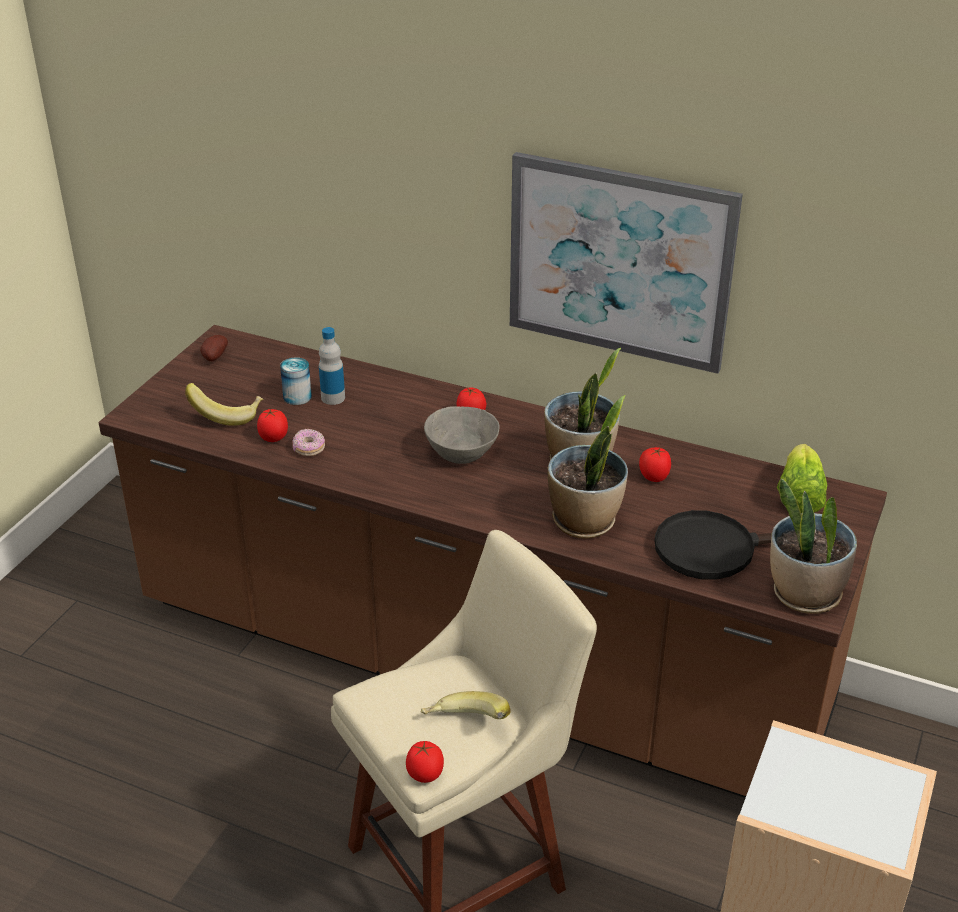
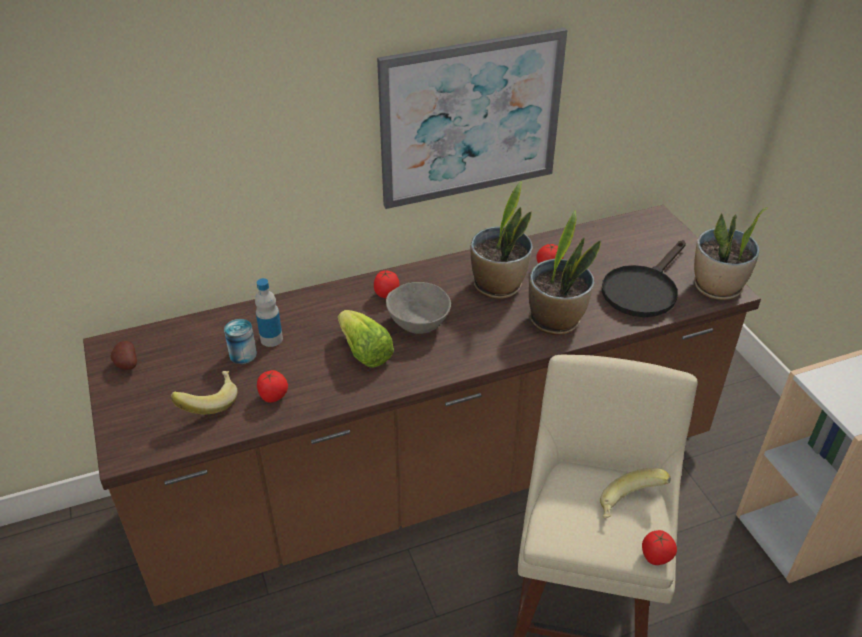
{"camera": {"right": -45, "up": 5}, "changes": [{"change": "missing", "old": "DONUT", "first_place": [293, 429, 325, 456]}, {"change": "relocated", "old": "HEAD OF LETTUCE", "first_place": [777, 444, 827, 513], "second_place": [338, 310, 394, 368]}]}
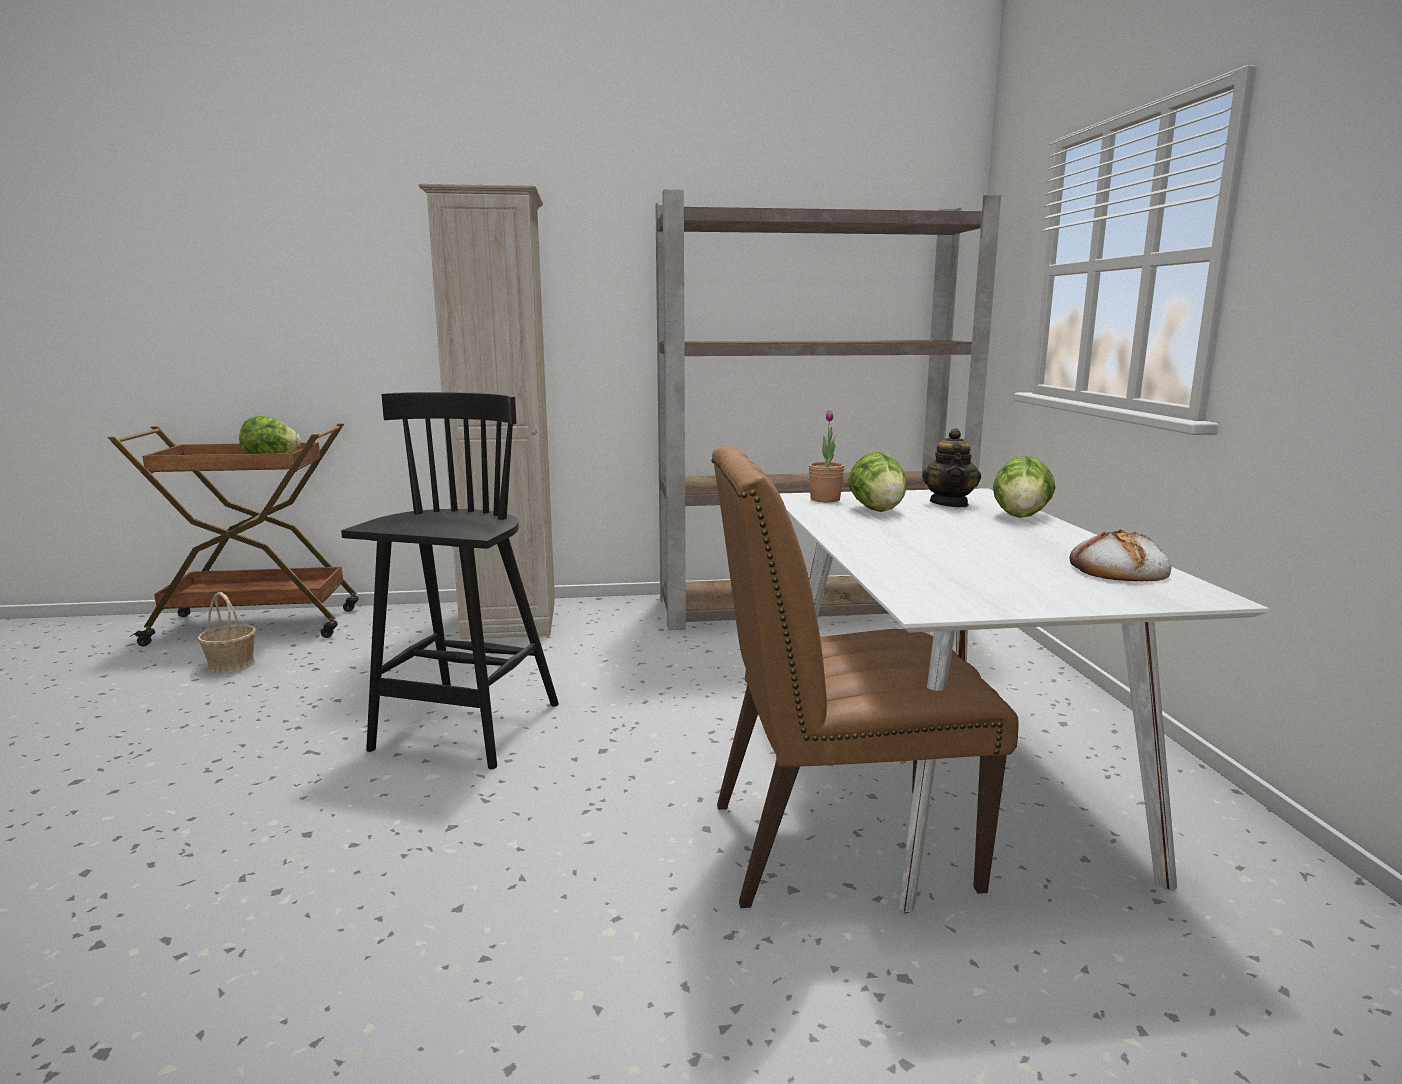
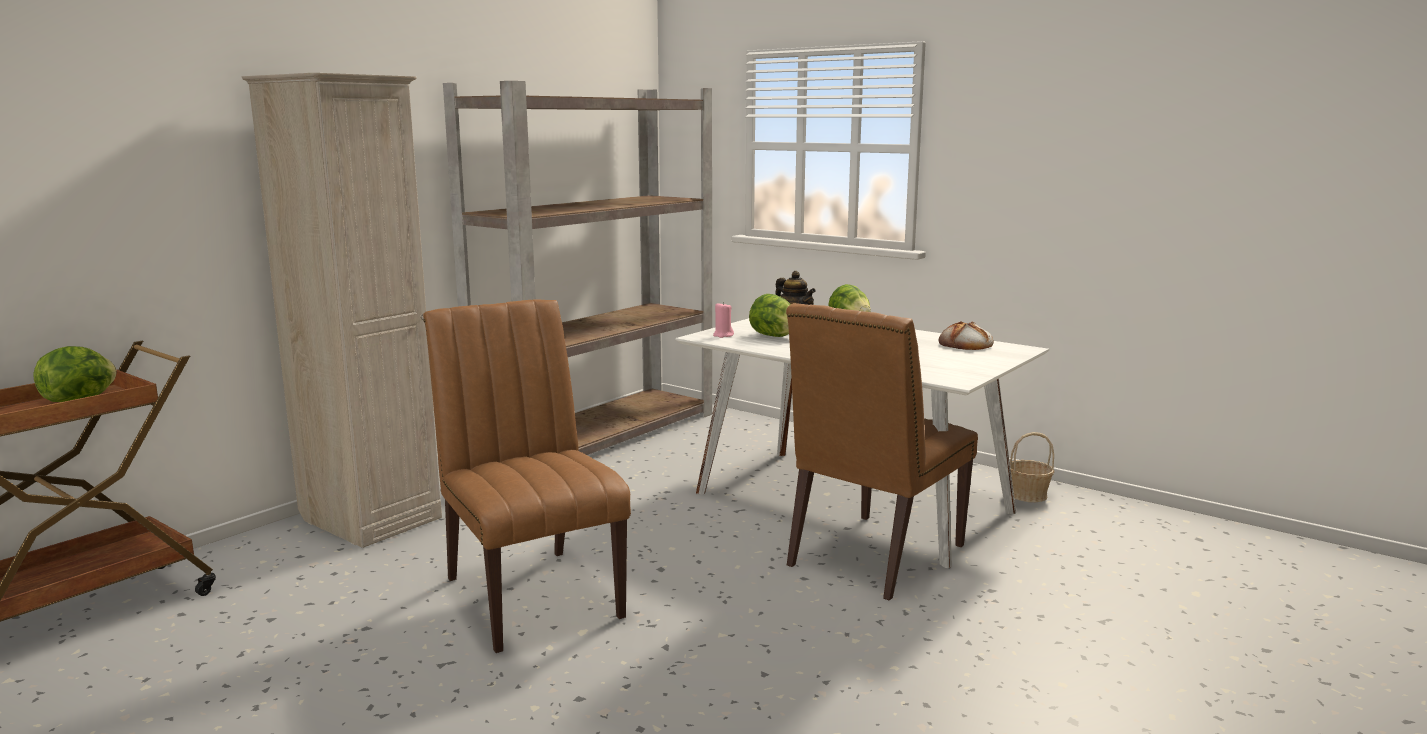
{"camera": {"right": -45, "up": 0}, "changes": [{"change": "relocated", "old": "BASKET", "first_place": [197, 592, 256, 673], "second_place": [1010, 432, 1055, 502]}, {"change": "exchanged", "old": "BLACK STOOL SEAT", "new": "BROWN PLAIN CHAIR", "first_place": [341, 392, 559, 769], "second_place": [423, 300, 631, 653]}, {"change": "exchanged", "old": "POTTED PLANT", "new": "PINK WAX LIGHT", "first_place": [809, 411, 844, 502], "second_place": [713, 302, 734, 338]}]}
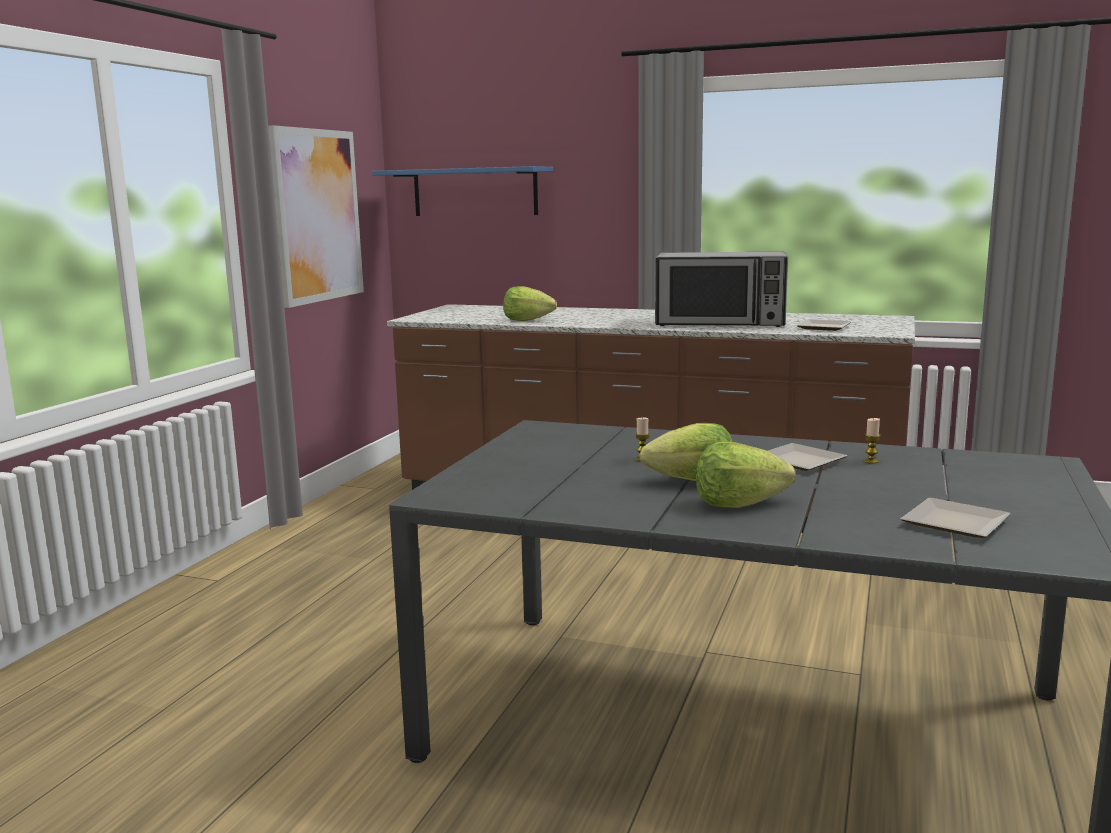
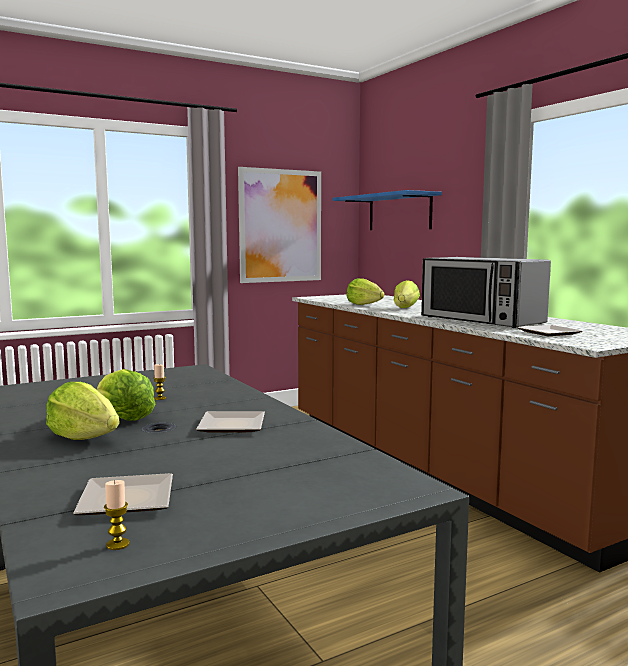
{"camera": {"right": 40, "up": -5}, "changes": [{"change": "relocated", "old": "WAX LIGHT", "first_place": [863, 418, 880, 464], "second_place": [104, 480, 130, 550]}, {"change": "appeared", "new": "HEAD OF LETTUCE", "second_place": [394, 280, 420, 308]}]}
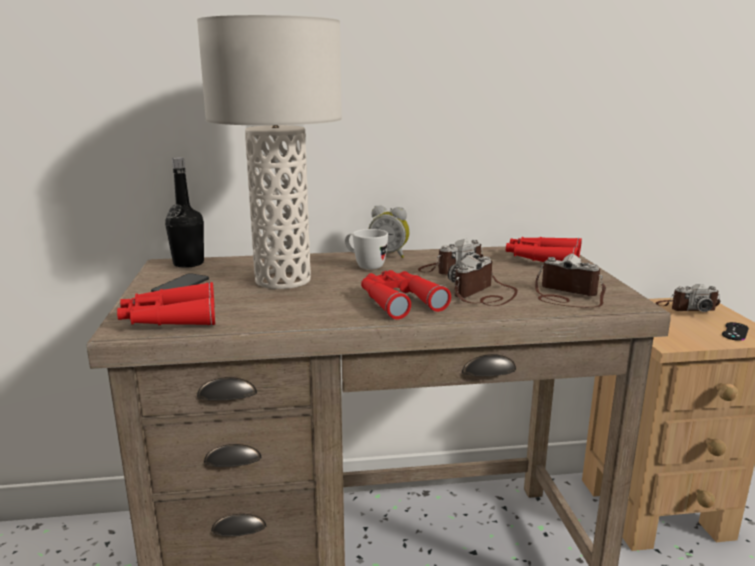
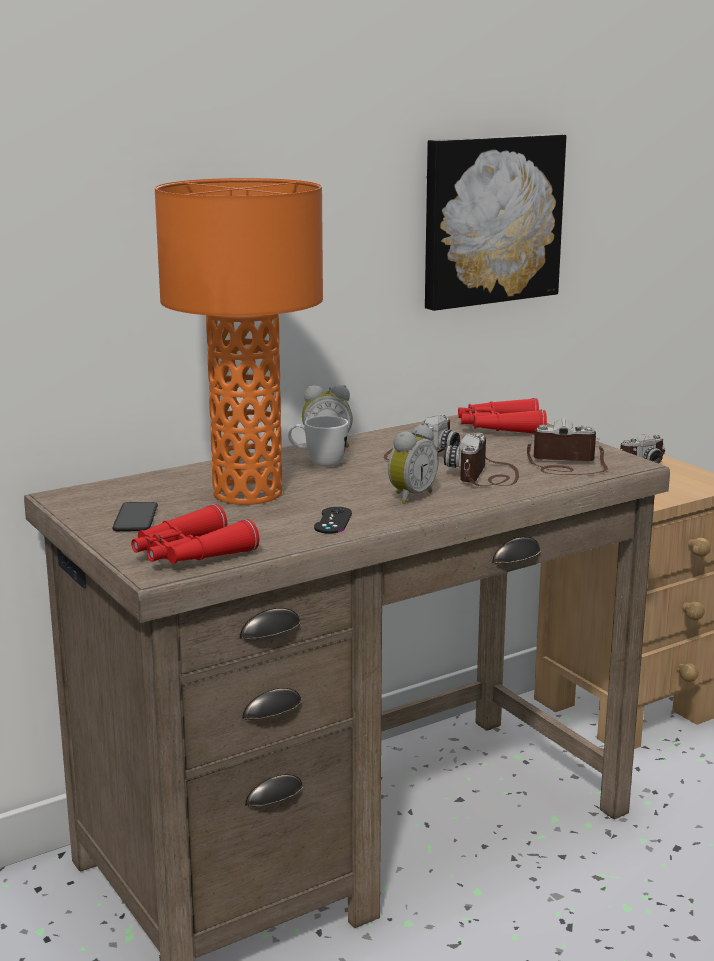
{"camera": {"right": -25, "up": 0}, "changes": [{"change": "missing", "old": "BLACK BEVERAGE BOTTLE", "first_place": [165, 157, 204, 268]}, {"change": "colour", "old": "WHITE TABLE LAMP", "new": "ORANGE TABLE LAMP", "first_place": [197, 15, 342, 289], "second_place": [155, 178, 323, 505]}, {"change": "exchanged", "old": "REDDISH PAIR OF BINOCULARS", "new": "ALARM CLOCK", "first_place": [361, 270, 451, 320], "second_place": [388, 425, 439, 504]}, {"change": "relocated", "old": "BLACK GAMEPAD", "first_place": [722, 322, 749, 341], "second_place": [314, 507, 352, 534]}, {"change": "appeared", "new": "PICTURE", "second_place": [425, 134, 566, 311]}]}
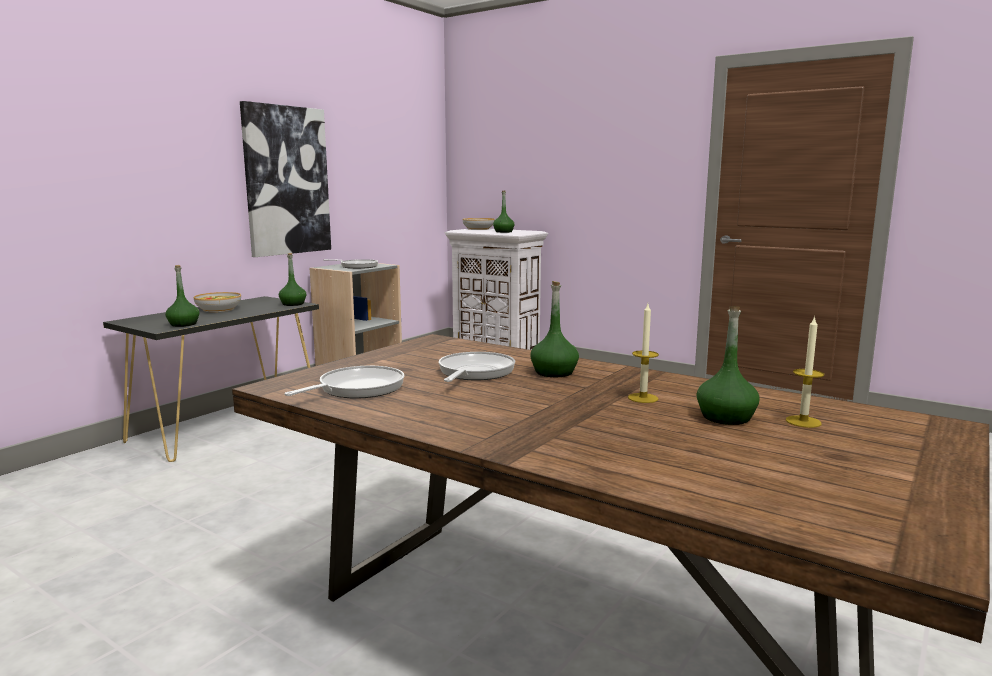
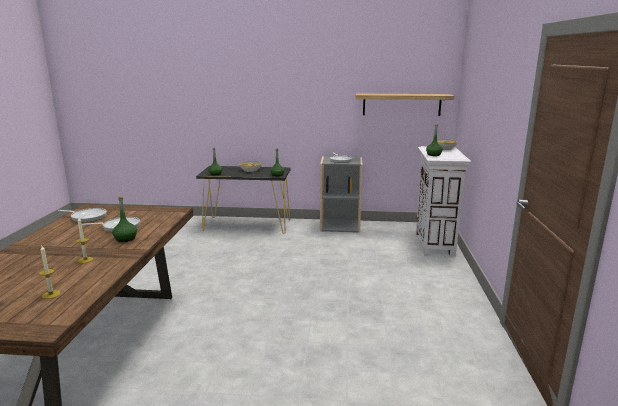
{"camera": {"right": 60, "up": 5}, "changes": [{"change": "missing", "old": "PICTURE", "first_place": [240, 101, 331, 257]}, {"change": "missing", "old": "GREENISH BEVERAGE BOTTLE", "first_place": [696, 306, 760, 425]}, {"change": "appeared", "new": "BRACKET SHELF", "second_place": [356, 94, 454, 116]}]}
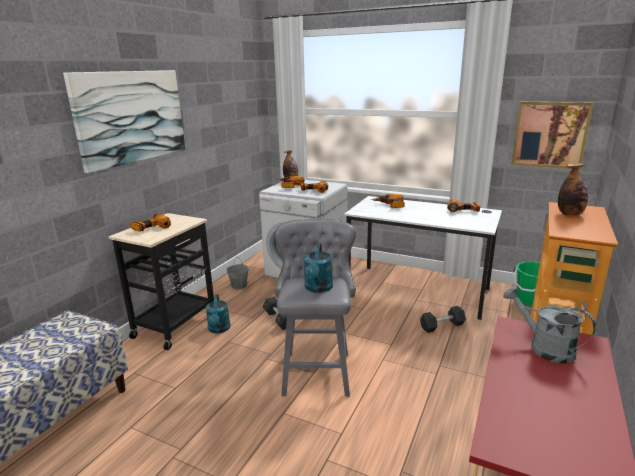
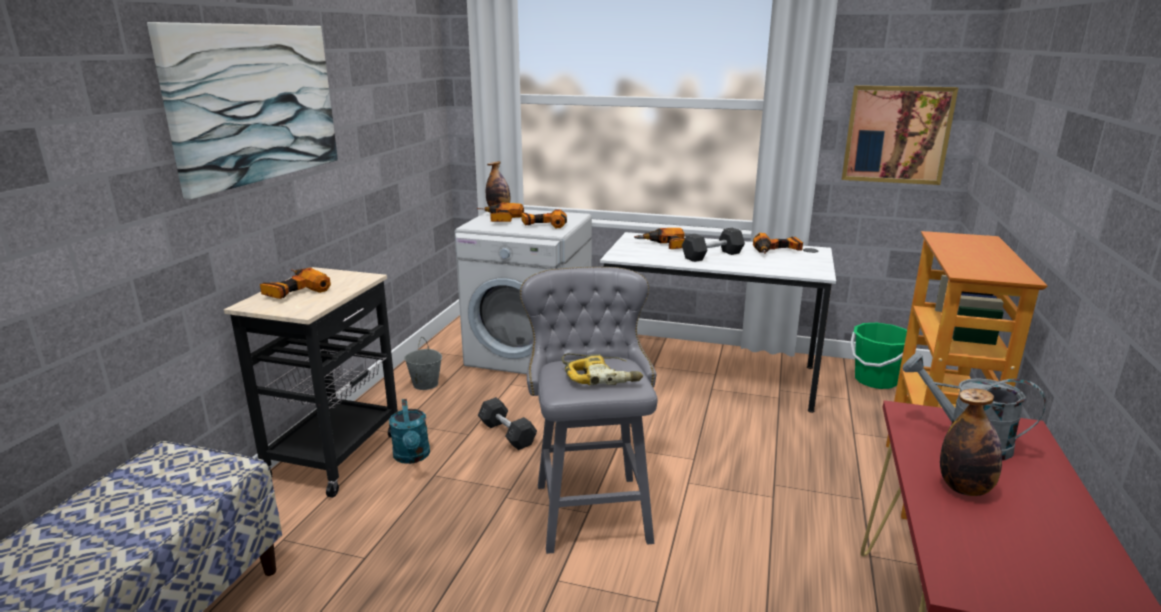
{"camera": {"right": -10, "up": 0}, "changes": [{"change": "exchanged", "old": "TURQUOISE SPRINKLING CAN", "new": "ELECTRIC DRILL", "first_place": [304, 243, 333, 293], "second_place": [561, 353, 643, 385]}, {"change": "relocated", "old": "GRAY HAND WEIGHT", "first_place": [420, 306, 466, 333], "second_place": [682, 228, 745, 262]}, {"change": "relocated", "old": "BEVERAGE BOTTLE", "first_place": [558, 163, 588, 216], "second_place": [940, 389, 1002, 496]}]}
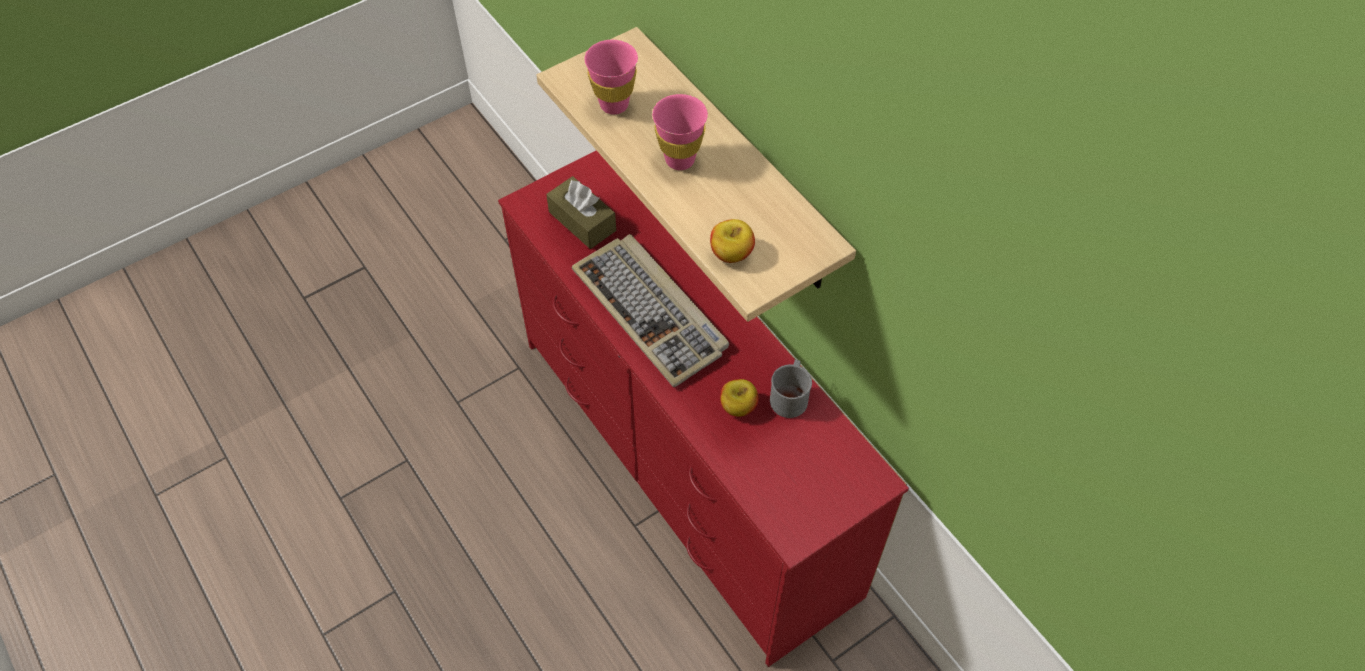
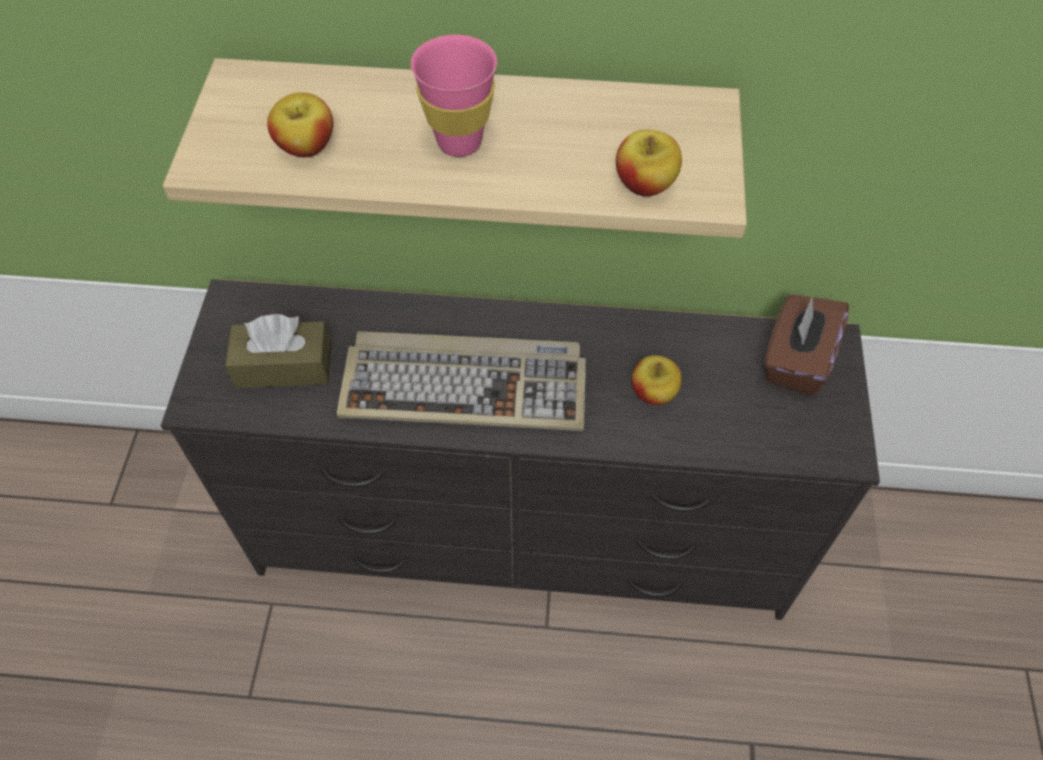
{"camera": {"right": -50, "up": 0}, "changes": [{"change": "colour", "old": "REDDISH DRESSER", "new": "BLACK DRESSER", "first_place": [498, 150, 909, 667], "second_place": [161, 279, 880, 620]}, {"change": "exchanged", "old": "PINK CUP", "new": "APPLE FRUIT", "first_place": [585, 40, 638, 115], "second_place": [267, 92, 333, 157]}, {"change": "missing", "old": "GRAY MUG", "first_place": [770, 360, 812, 418]}, {"change": "appeared", "new": "BROWN TISSUE HOLDER", "second_place": [764, 294, 849, 396]}]}
